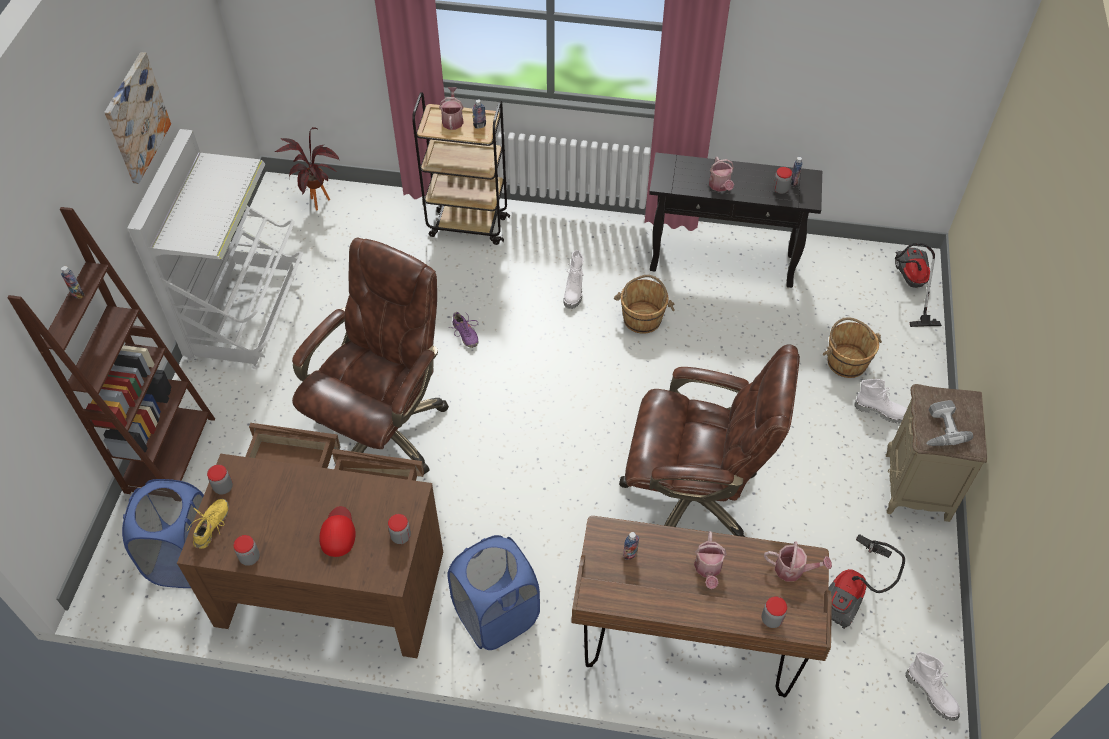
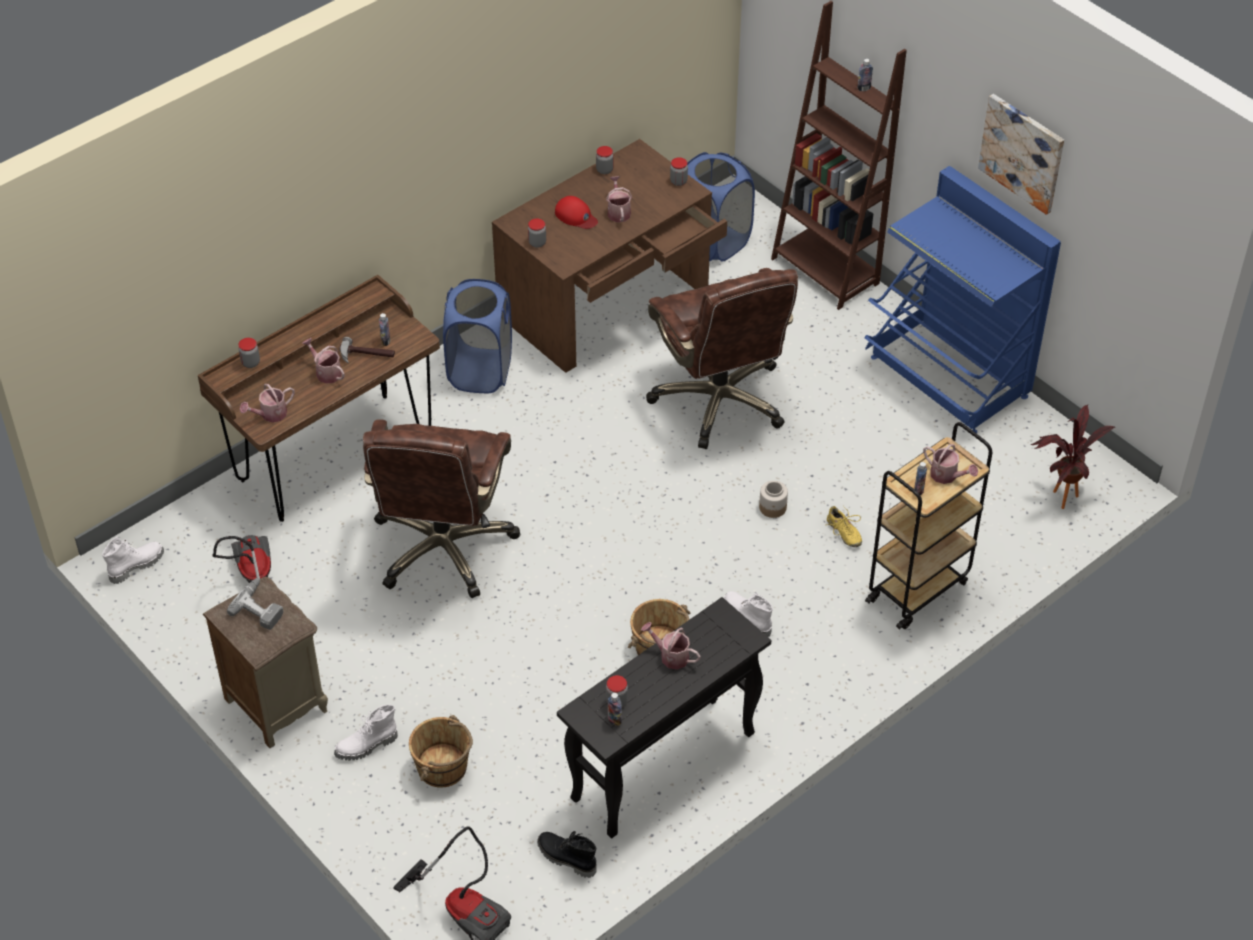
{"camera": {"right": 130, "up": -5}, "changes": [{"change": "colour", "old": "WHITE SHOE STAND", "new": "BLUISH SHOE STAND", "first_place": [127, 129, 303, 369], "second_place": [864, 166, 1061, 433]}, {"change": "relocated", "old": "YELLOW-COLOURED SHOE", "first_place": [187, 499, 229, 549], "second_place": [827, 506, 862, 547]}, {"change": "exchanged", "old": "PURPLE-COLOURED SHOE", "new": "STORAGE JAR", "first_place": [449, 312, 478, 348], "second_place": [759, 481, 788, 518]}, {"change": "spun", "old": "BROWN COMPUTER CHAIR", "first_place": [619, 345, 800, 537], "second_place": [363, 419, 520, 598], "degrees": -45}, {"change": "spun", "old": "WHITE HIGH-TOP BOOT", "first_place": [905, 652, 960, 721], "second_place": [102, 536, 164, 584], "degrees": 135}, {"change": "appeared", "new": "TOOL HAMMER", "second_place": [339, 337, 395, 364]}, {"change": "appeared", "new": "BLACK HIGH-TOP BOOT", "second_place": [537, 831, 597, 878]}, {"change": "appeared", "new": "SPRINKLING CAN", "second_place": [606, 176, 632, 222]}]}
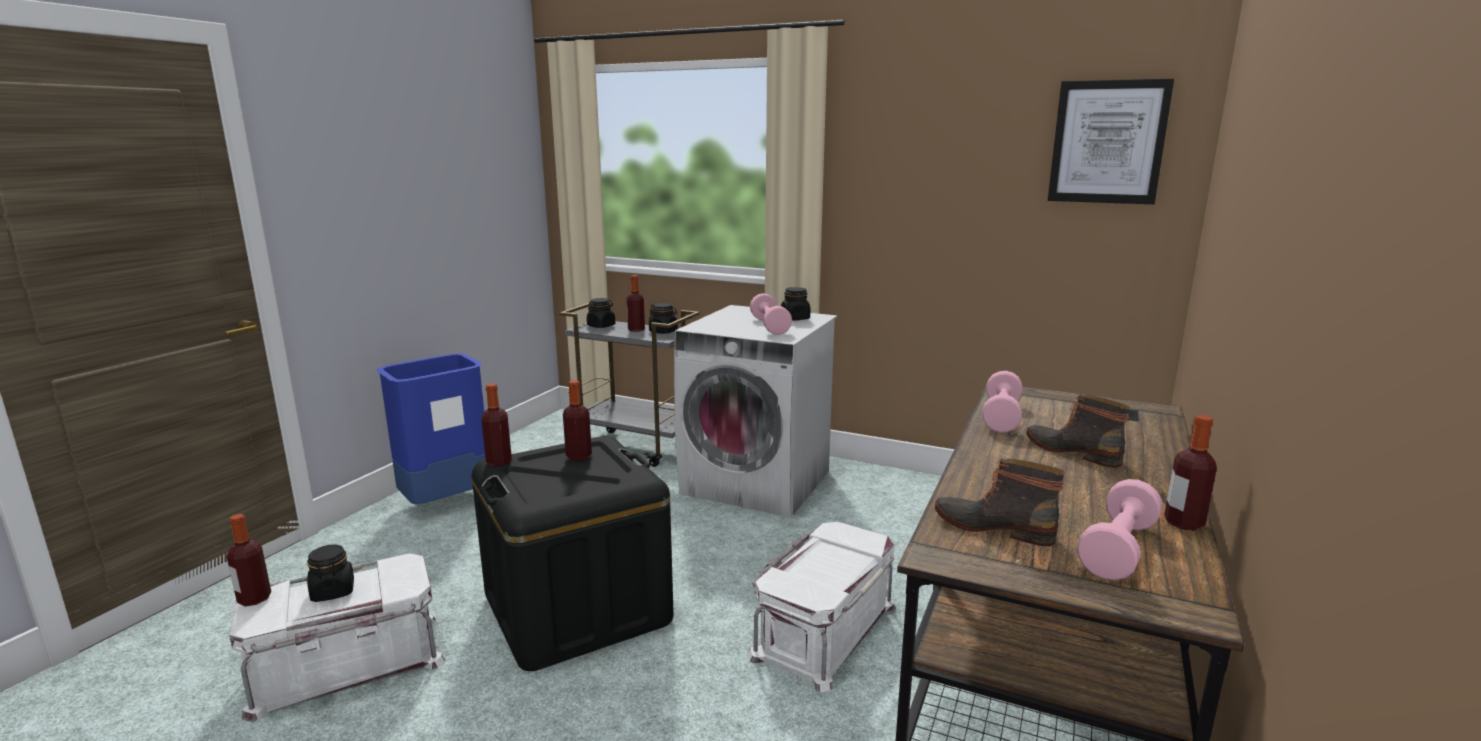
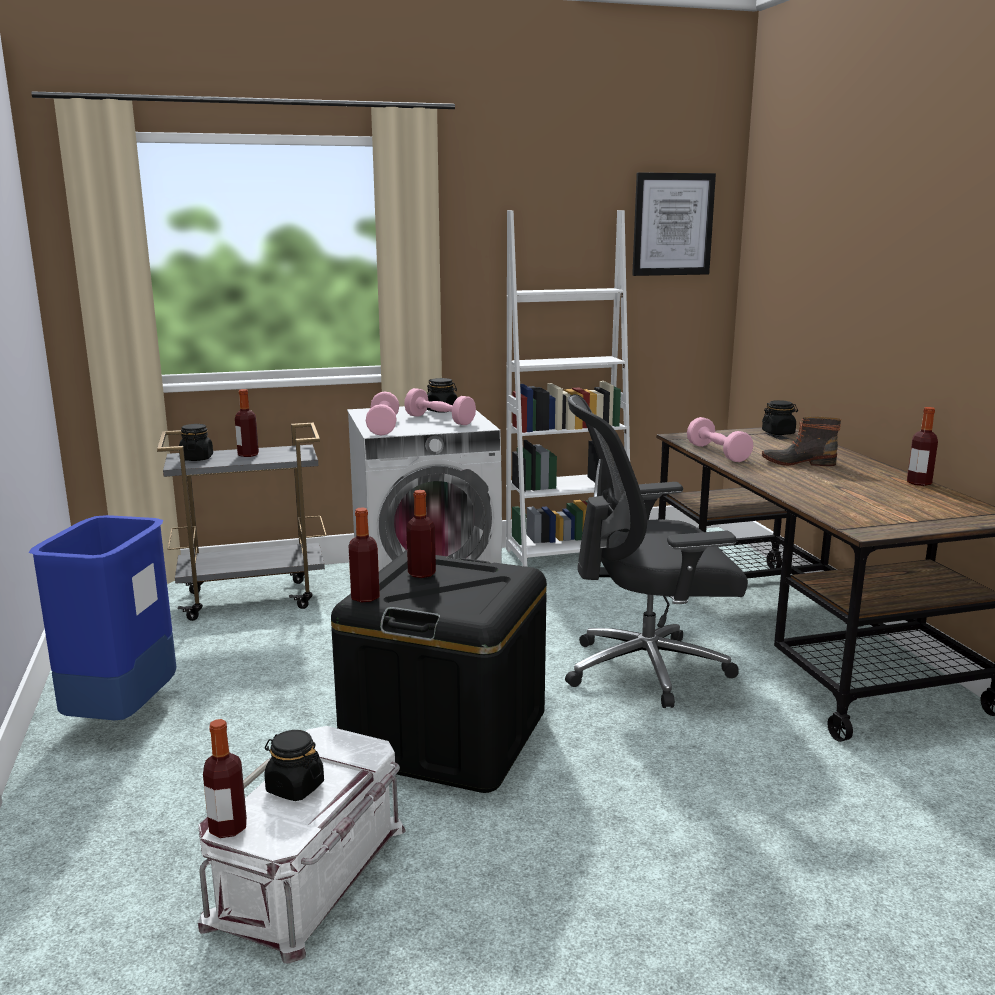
{"camera": {"right": -40, "up": 0}, "changes": [{"change": "relocated", "old": "BLACK STORAGE JAR", "first_place": [649, 303, 678, 334], "second_place": [762, 400, 798, 435]}, {"change": "exchanged", "old": "WHITE STORAGE BIN", "new": "COMPUTER CHAIR", "first_place": [748, 522, 896, 692], "second_place": [565, 394, 748, 708]}, {"change": "missing", "old": "HIGH-TOP BOOT", "first_place": [935, 459, 1065, 546]}, {"change": "relocated", "old": "PINK HAND WEIGHT", "first_place": [1077, 479, 1163, 580], "second_place": [366, 391, 399, 436]}, {"change": "appeared", "new": "WHITE BOOKCASE", "second_place": [506, 210, 630, 567]}]}
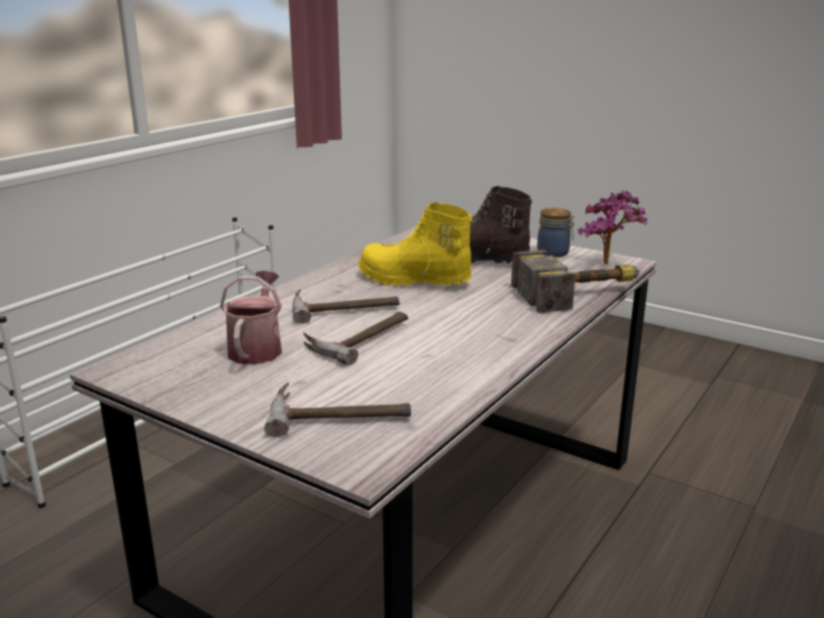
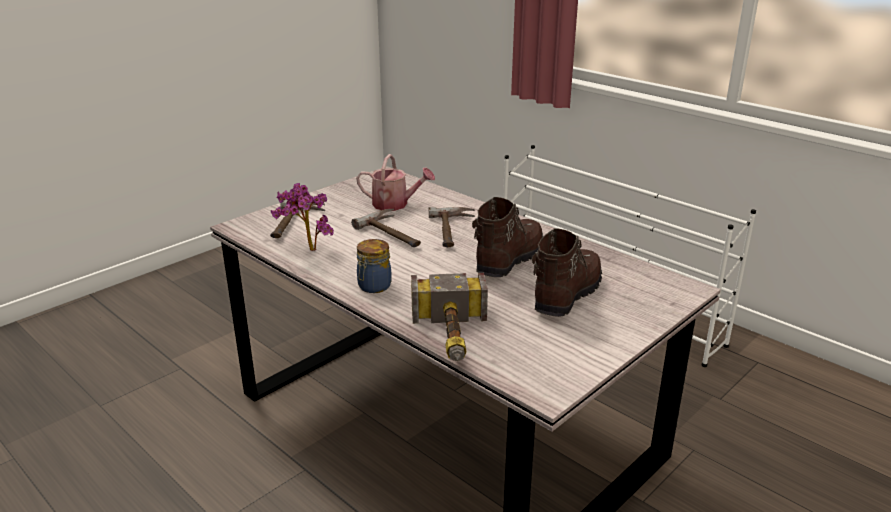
{"camera": {"right": 100, "up": 5}, "changes": [{"change": "colour", "old": "YELLOW-COLOURED HIGH-TOP BOOT", "new": "BROWN HIGH-TOP BOOT", "first_place": [358, 202, 472, 286], "second_place": [472, 197, 543, 277]}, {"change": "relocated", "old": "STORAGE JAR", "first_place": [537, 208, 575, 257], "second_place": [357, 239, 392, 293]}, {"change": "relocated", "old": "POTTED PLANT", "first_place": [577, 190, 647, 264], "second_place": [271, 183, 334, 251]}]}
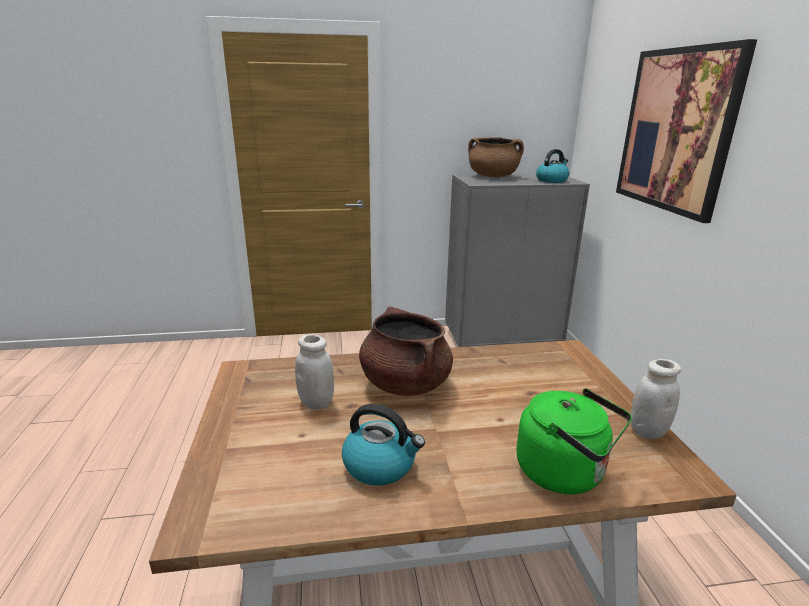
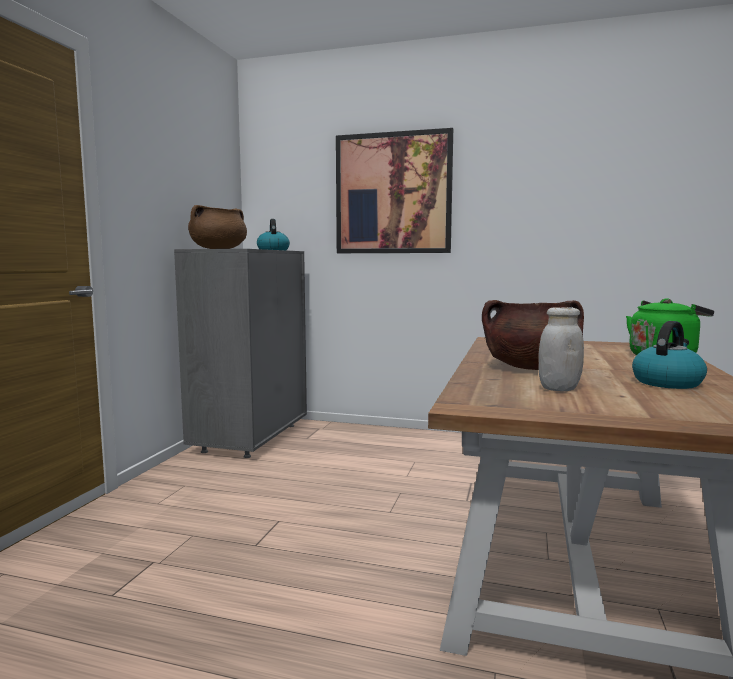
{"camera": {"right": -65, "up": -15}, "changes": [{"change": "missing", "old": "WHITE STORAGE JAR", "first_place": [631, 359, 681, 439]}]}
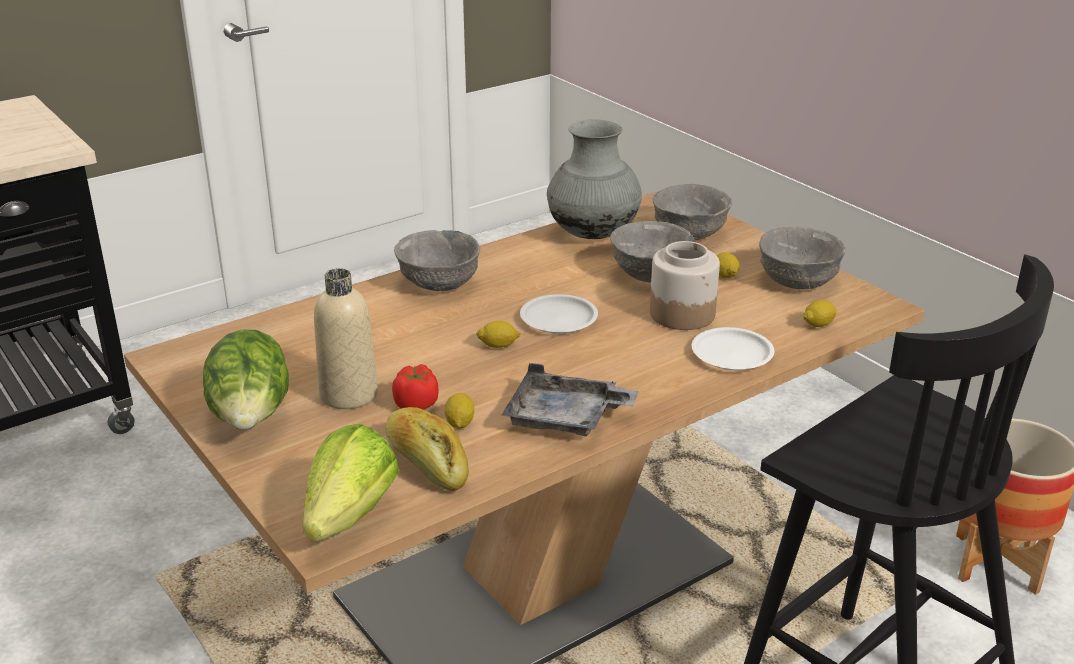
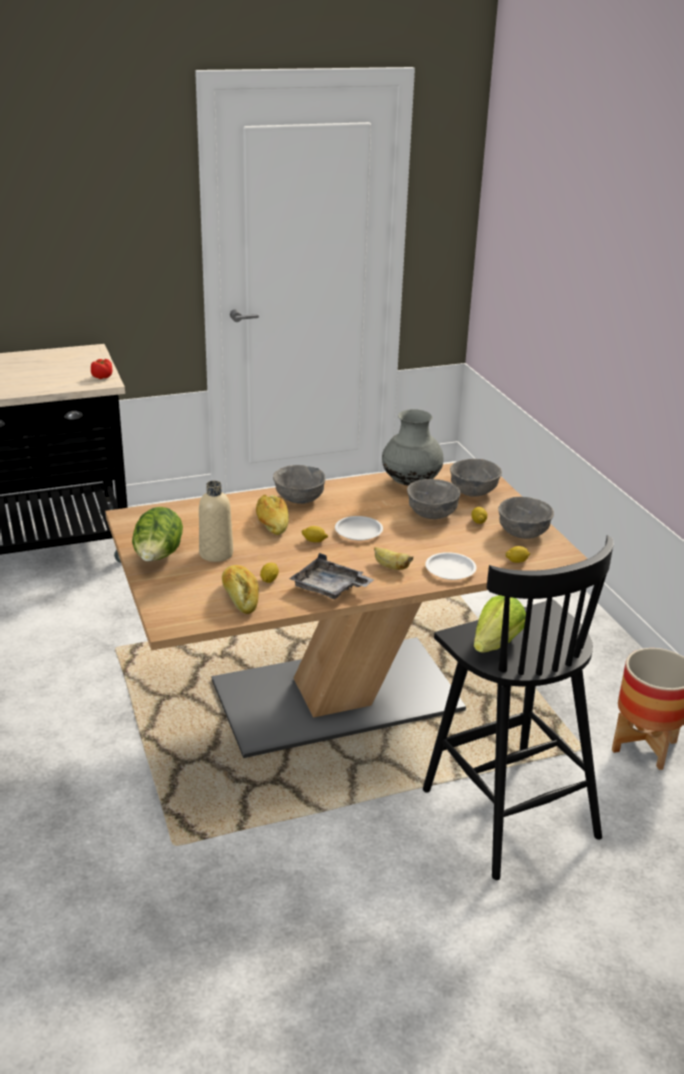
{"camera": {"right": 15, "up": 0}, "changes": [{"change": "relocated", "old": "HEAD OF LETTUCE", "first_place": [303, 424, 400, 541], "second_place": [474, 595, 526, 653]}, {"change": "relocated", "old": "FRESH TOMATO", "first_place": [392, 364, 438, 410], "second_place": [91, 359, 112, 379]}, {"change": "missing", "old": "STORAGE JAR", "first_place": [650, 241, 720, 330]}, {"change": "appeared", "new": "BREAD", "second_place": [256, 495, 289, 535]}, {"change": "appeared", "new": "BANANA FRUIT", "second_place": [374, 547, 413, 570]}]}
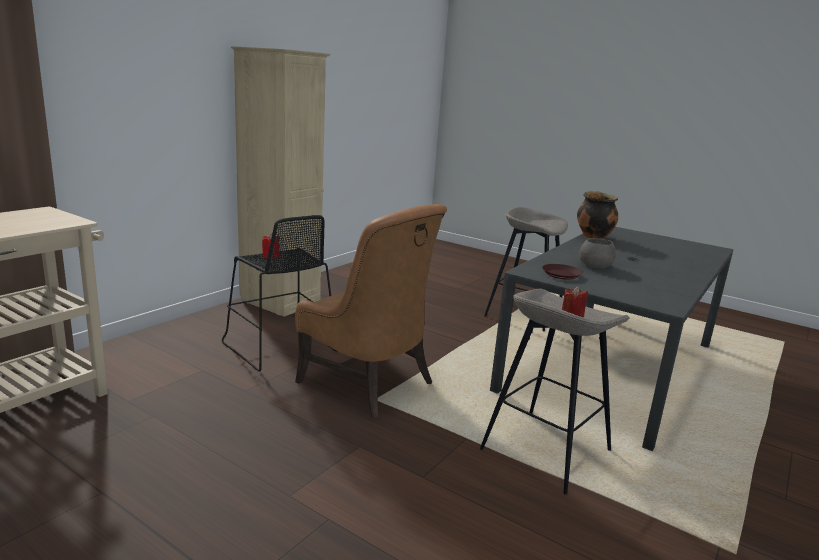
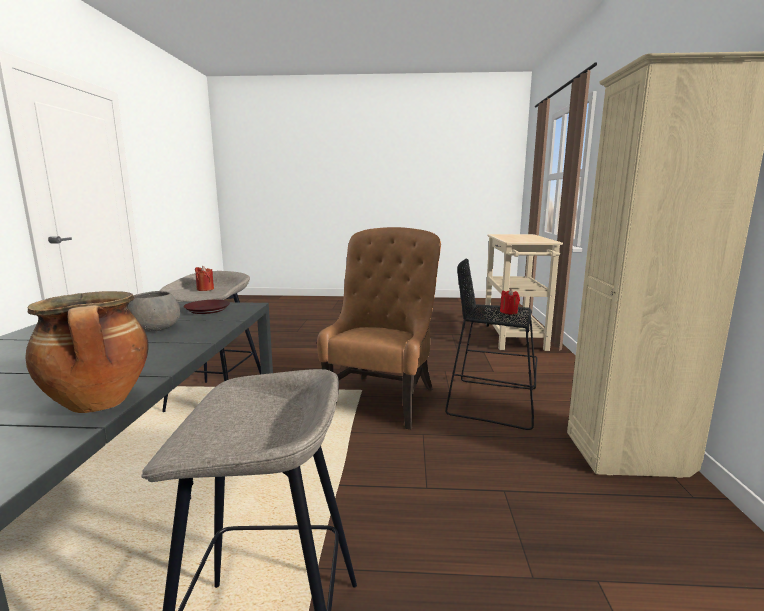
{"camera": {"right": 150, "up": -5}, "changes": [{"change": "spun", "old": "BROWN PLAIN CHAIR", "first_place": [295, 204, 447, 419], "second_place": [317, 227, 441, 430], "degrees": 105}]}
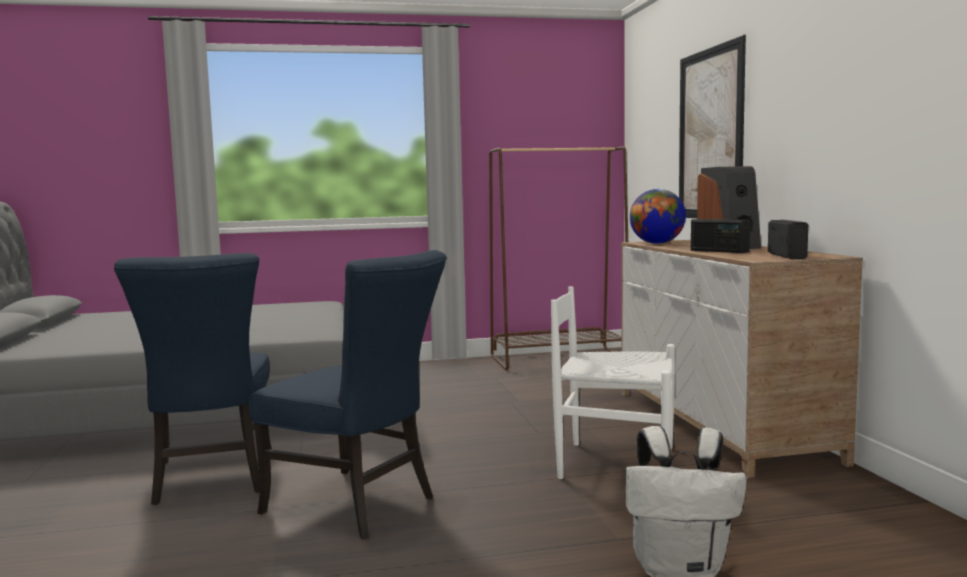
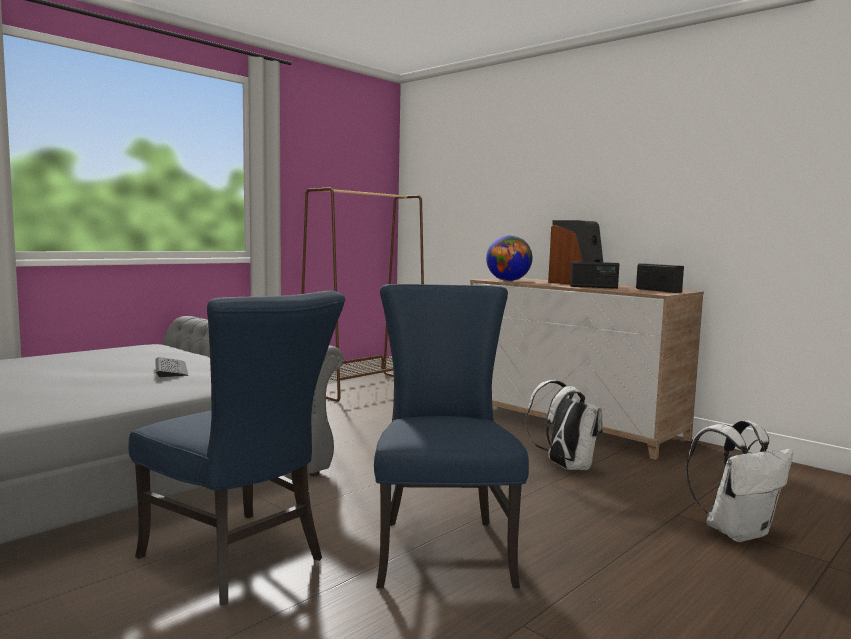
{"camera": {"right": -35, "up": 0}, "changes": [{"change": "spun", "old": "BLUISH PLAIN CHAIR", "first_place": [249, 250, 447, 540], "second_place": [374, 284, 529, 588], "degrees": -90}, {"change": "exchanged", "old": "WHITE PLAIN CHAIR", "new": "WHITE KNAPSACK", "first_place": [551, 286, 675, 479], "second_place": [526, 380, 603, 470]}, {"change": "missing", "old": "PICTURE", "first_place": [679, 35, 746, 218]}, {"change": "appeared", "new": "COMPUTER KEYBOARD", "second_place": [155, 357, 188, 377]}]}
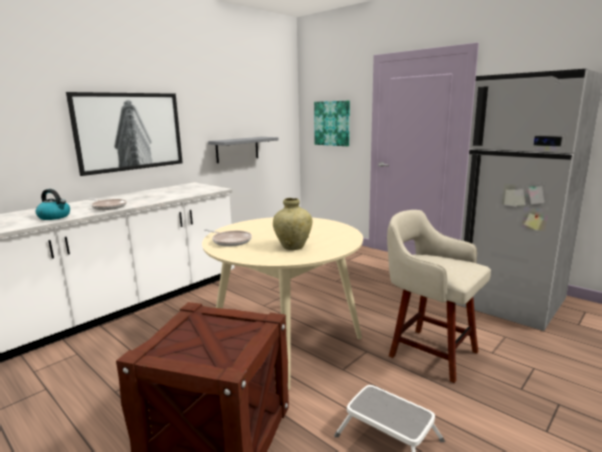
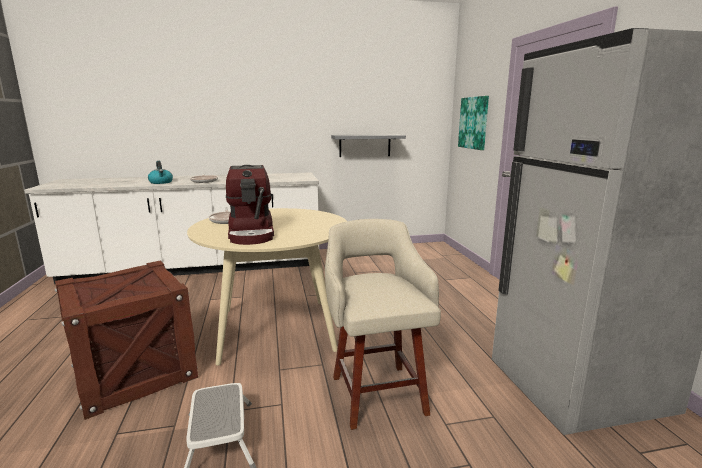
{"camera": {"right": 35, "up": 0}, "changes": [{"change": "missing", "old": "PICTURE", "first_place": [66, 92, 183, 176]}, {"change": "exchanged", "old": "BEIGE FLOWER VASE", "new": "COFFEE BREWER", "first_place": [273, 198, 312, 250], "second_place": [226, 165, 274, 245]}]}
